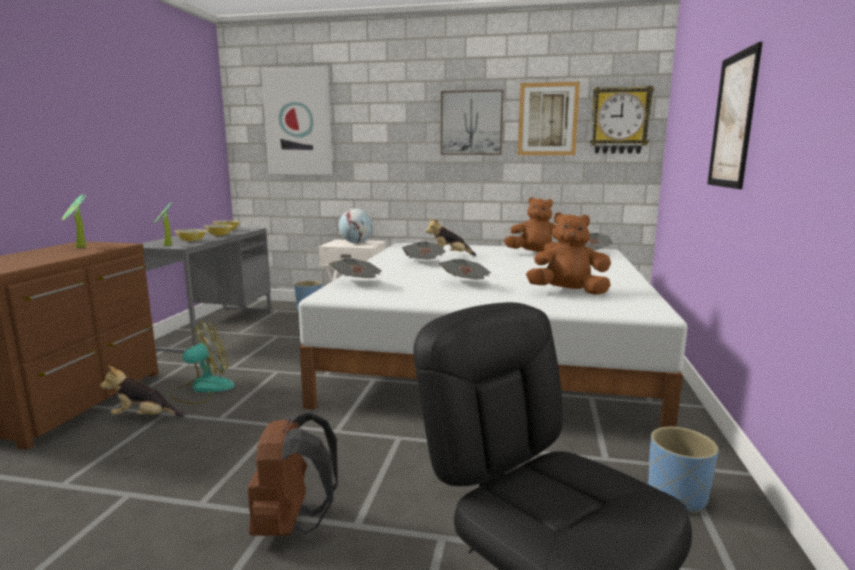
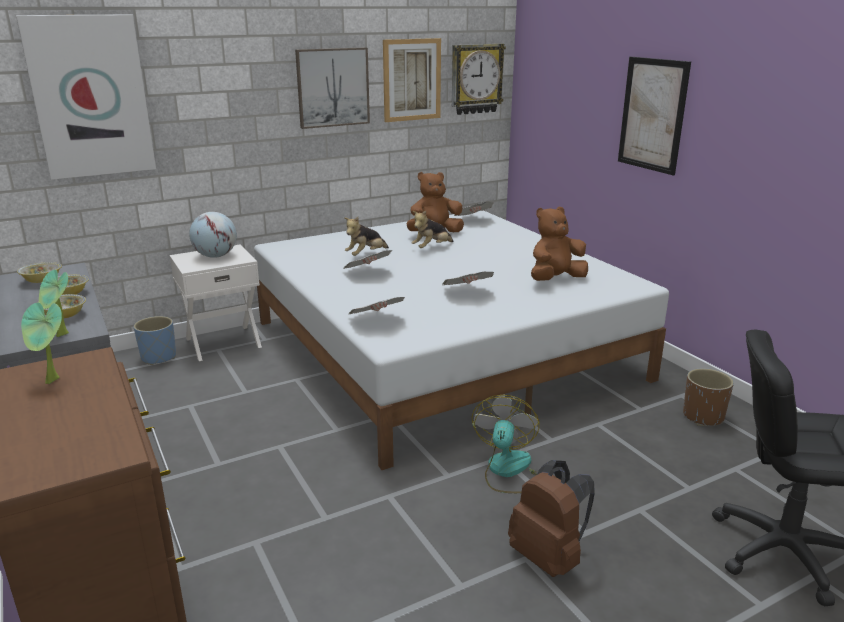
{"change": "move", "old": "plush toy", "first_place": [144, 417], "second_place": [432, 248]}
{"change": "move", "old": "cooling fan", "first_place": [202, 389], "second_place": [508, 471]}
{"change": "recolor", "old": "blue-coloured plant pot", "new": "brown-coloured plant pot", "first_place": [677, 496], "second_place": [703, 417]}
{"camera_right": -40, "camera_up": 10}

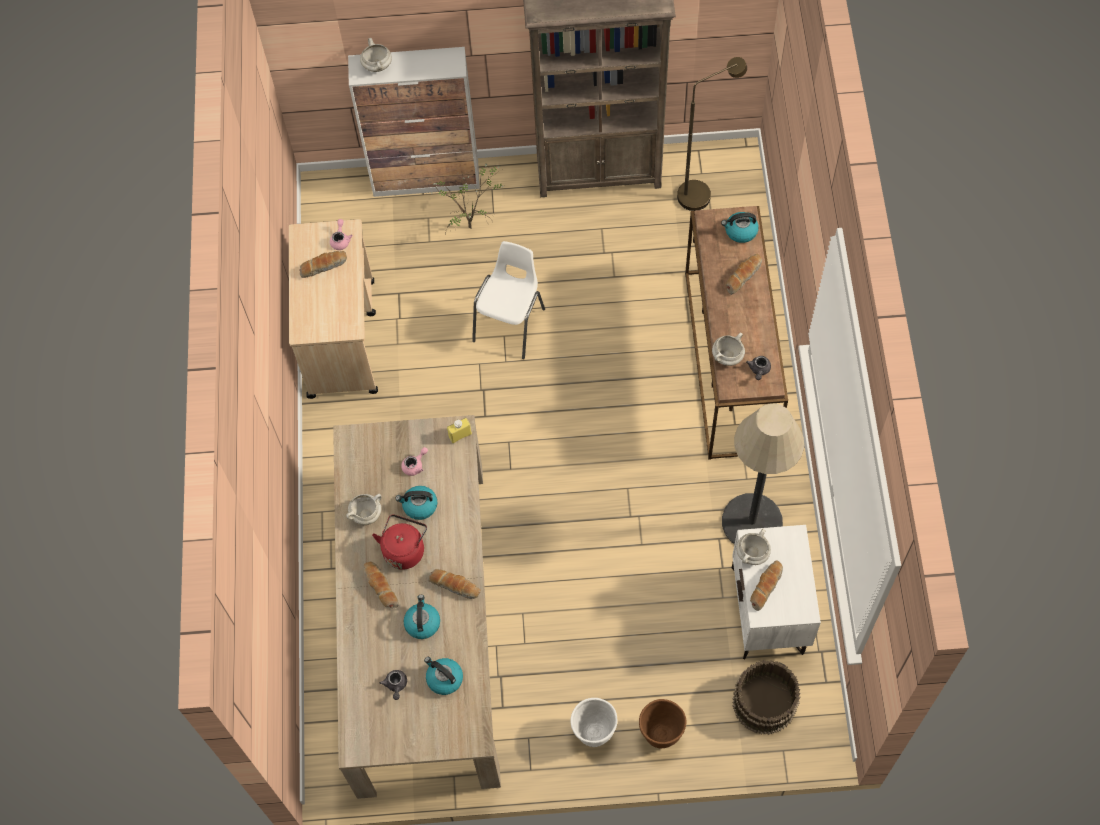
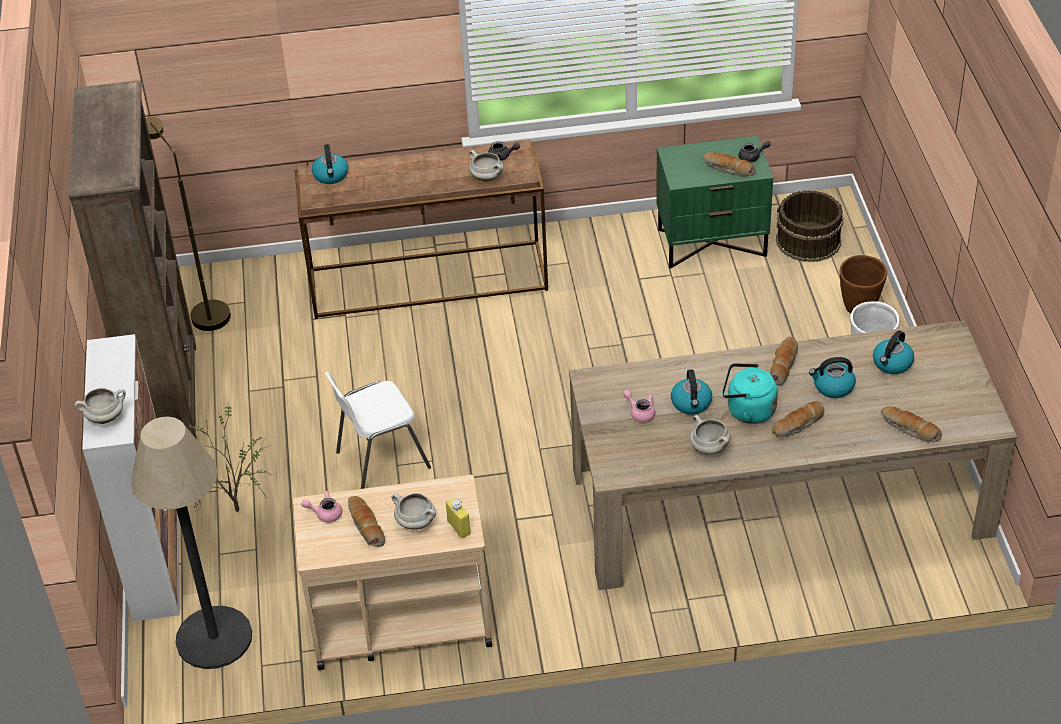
{"change": "recolor", "old": "reddish water kettle", "new": "turquoise water kettle", "first_place": [404, 549], "second_place": [747, 410]}
{"change": "move", "old": "grey teapot", "first_place": [396, 685], "second_place": [752, 157]}
{"change": "move", "old": "yellow-coloured bottle", "first_place": [460, 435], "second_place": [459, 527]}
{"change": "rotate", "old": "whitish plain chair", "first_place": [511, 324], "second_place": [380, 460], "degrees": -45}
{"change": "move", "old": "standard lamp", "first_place": [751, 522], "second_place": [214, 638]}
{"change": "move", "old": "bread", "first_place": [743, 276], "second_place": [909, 429]}
{"change": "recolor", "old": "whitish bedside table", "new": "greenish bedside table", "first_place": [768, 610], "second_place": [712, 242]}
{"change": "move", "old": "whitish saucepot", "first_place": [752, 554], "second_place": [416, 522]}
{"camera_right": -95, "camera_up": -20}

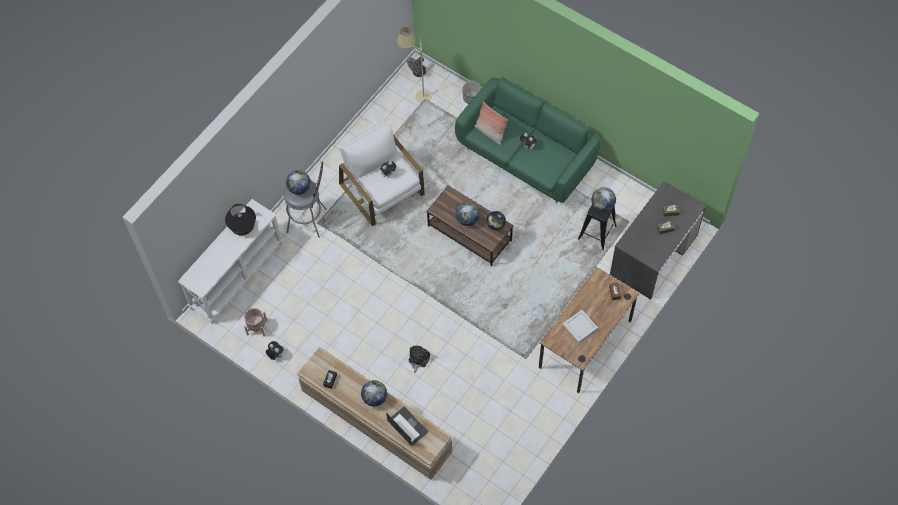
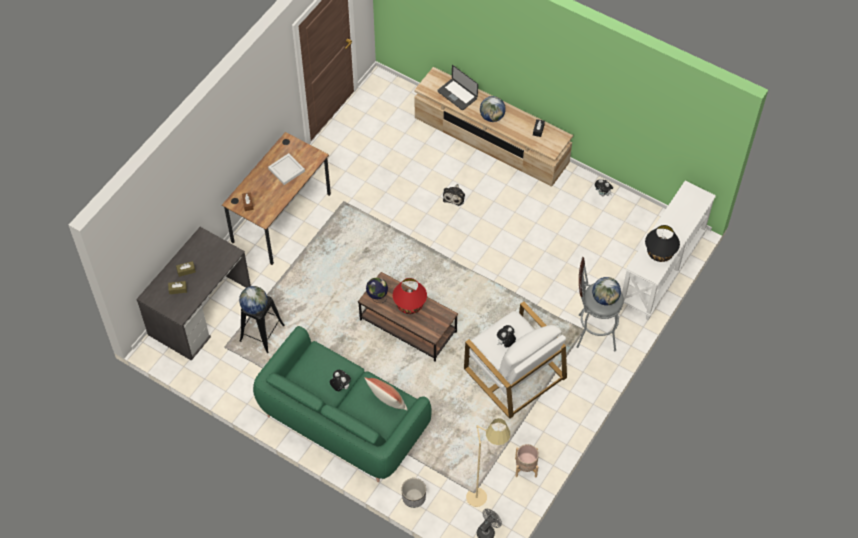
{"change": "move", "old": "beige-coloured plant pot", "first_place": [257, 327], "second_place": [526, 467]}
{"change": "replace", "old": "globe", "new": "reddish lamp for a table", "first_place": [467, 219], "second_place": [410, 305]}
{"camera_right": 175, "camera_up": -5}

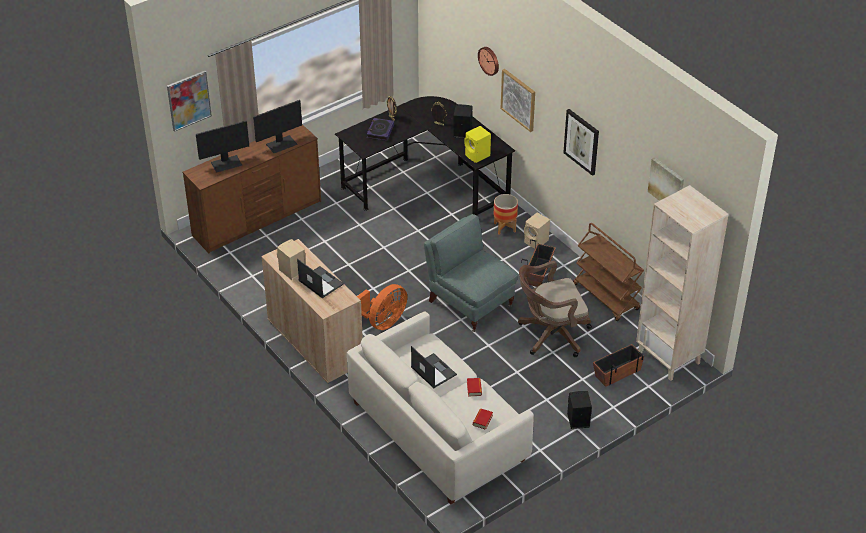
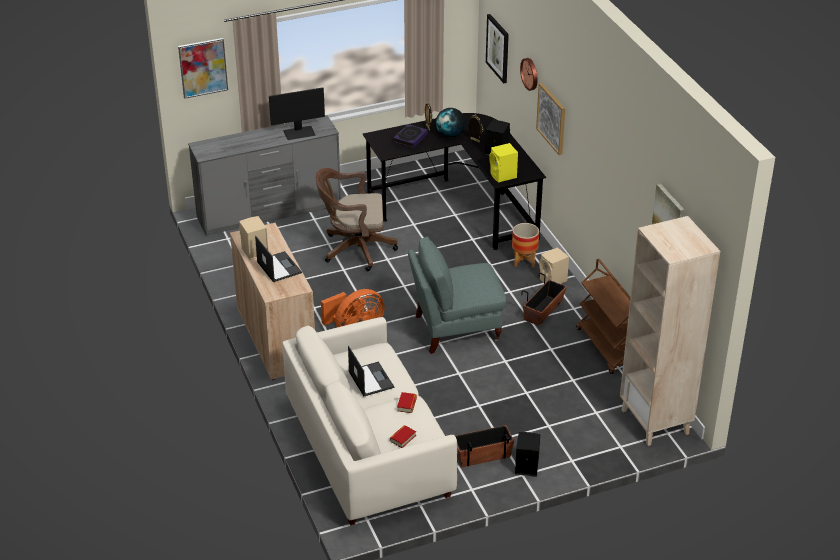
{"change": "recolor", "old": "brown-coloured drawer chest", "new": "grey drawer chest", "first_place": [258, 219], "second_place": [270, 212]}
{"change": "delete", "old": "monitor", "first_place": [226, 163]}
{"change": "rotate", "old": "grey lounge chair", "first_place": [470, 303], "second_place": [456, 329], "degrees": -75}
{"change": "move", "old": "brown-coloured desk chair", "first_place": [550, 335], "second_place": [354, 249]}
{"change": "move", "old": "wall picture", "first_place": [582, 141], "second_place": [498, 48]}
{"change": "move", "old": "plant pot", "first_place": [617, 372], "second_place": [482, 455]}
{"change": "insert", "new": "globe", "second_place": [450, 135]}
{"camera_right": 15, "camera_up": -5}

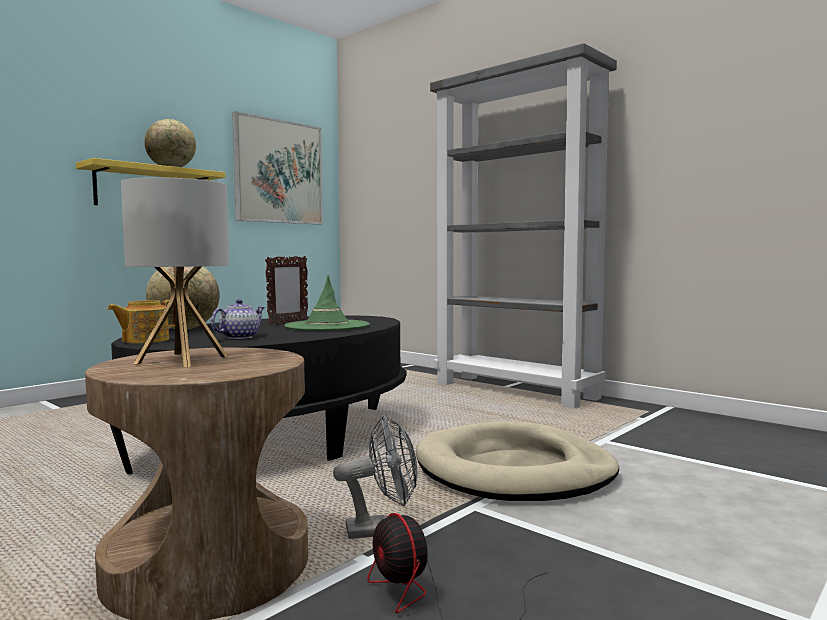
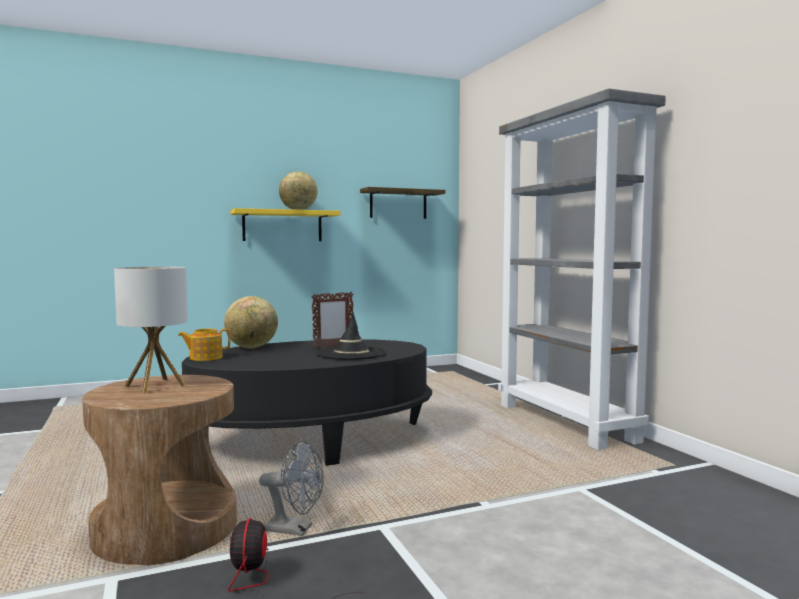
{"change": "delete", "old": "teapot", "first_place": [239, 337]}
{"change": "replace", "old": "wall picture", "new": "shelf", "first_place": [279, 172], "second_place": [398, 204]}
{"change": "recolor", "old": "greenish clothing hat", "new": "black clothing hat", "first_place": [327, 326], "second_place": [351, 353]}
{"change": "delete", "old": "beige-coloured dog cushion", "first_place": [514, 470]}
{"camera_right": 25, "camera_up": 0}

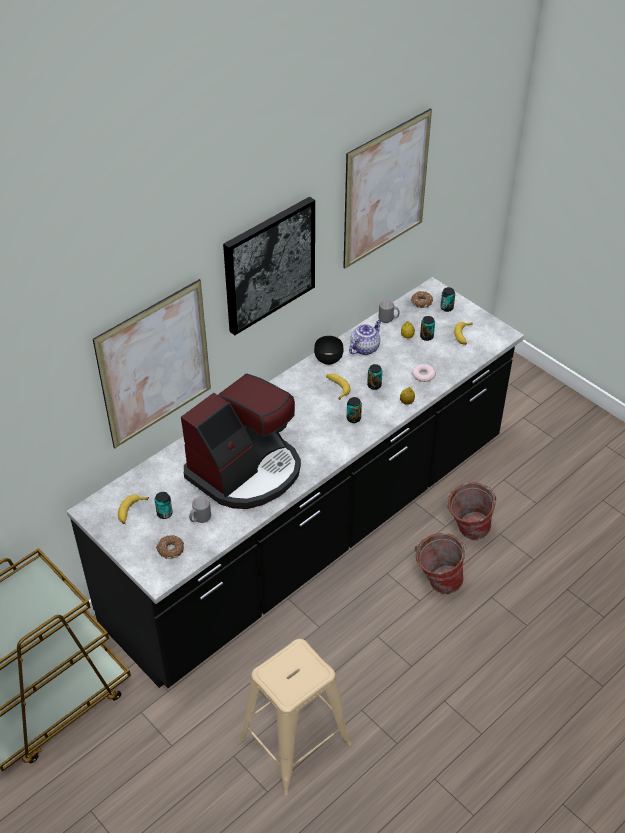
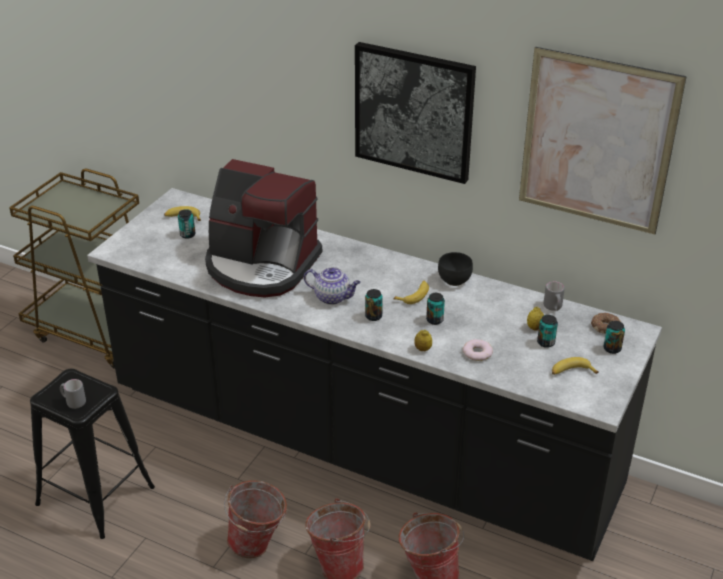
{"change": "delete", "old": "wall picture", "first_place": [155, 364]}
{"change": "delete", "old": "doughnut", "first_place": [170, 549]}
{"change": "move", "old": "grey coffee mug", "first_place": [200, 519], "second_place": [73, 402]}
{"change": "recolor", "old": "beige-coloured sitting stool", "new": "black sitting stool", "first_place": [294, 742], "second_place": [95, 495]}
{"change": "move", "old": "teapot", "first_place": [365, 347], "second_place": [333, 297]}
{"change": "insert", "new": "bucket", "second_place": [259, 545]}
{"camera_right": 70, "camera_up": -10}

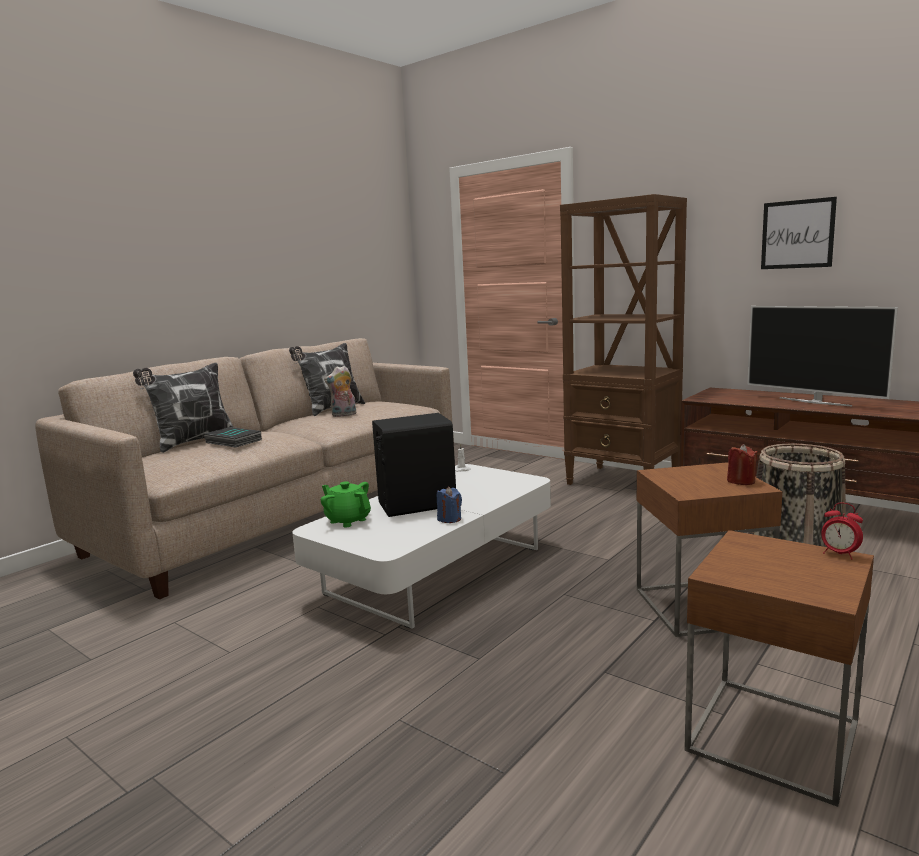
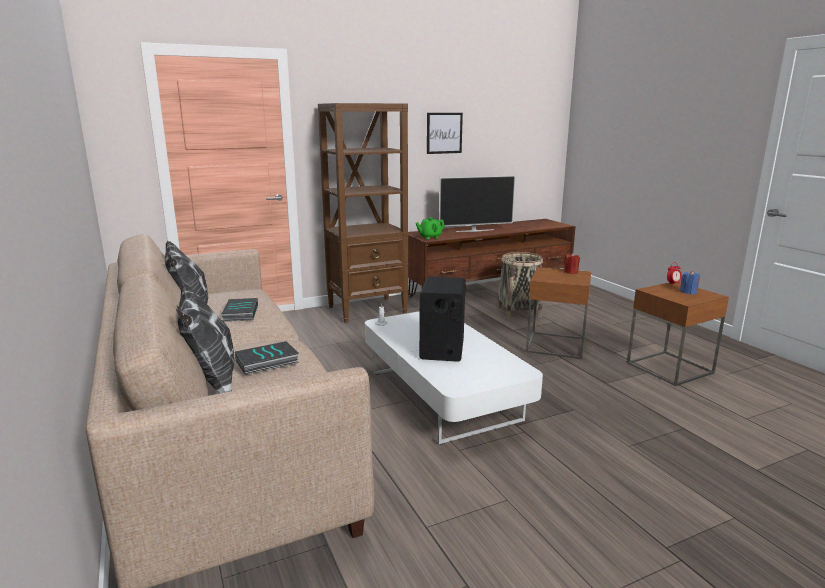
{"change": "move", "old": "greenish teapot", "first_place": [348, 520], "second_place": [429, 237]}
{"change": "replace", "old": "plush toy", "new": "bound book", "first_place": [343, 415], "second_place": [240, 313]}
{"change": "move", "old": "blue-coloured wax light", "first_place": [449, 519], "second_place": [688, 292]}
{"camera_right": -65, "camera_up": 5}

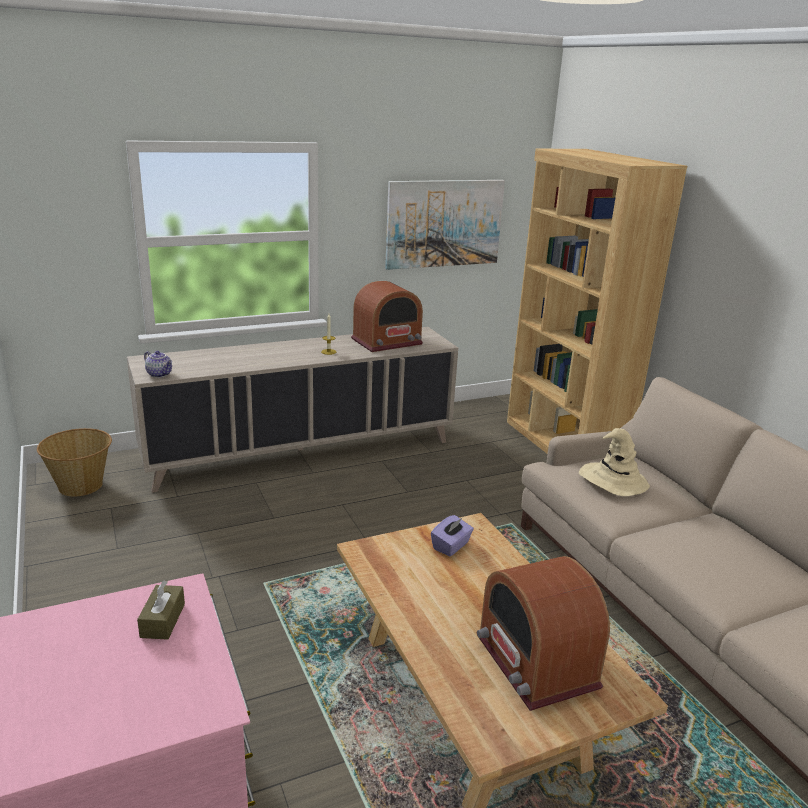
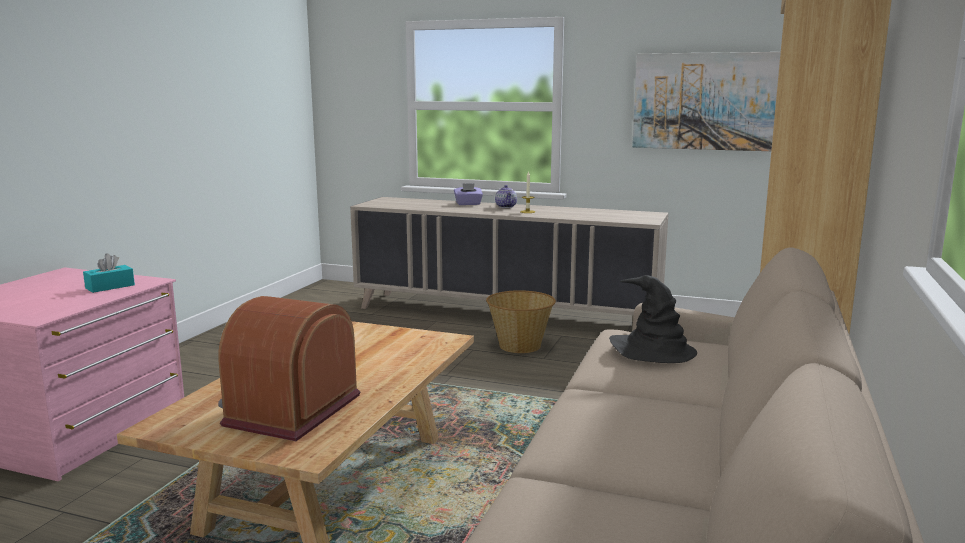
{"change": "move", "old": "basket", "first_place": [81, 486], "second_place": [520, 346]}
{"change": "recolor", "old": "brown-coloured box of tissues", "new": "turquoise box of tissues", "first_place": [163, 620], "second_place": [110, 287]}
{"change": "move", "old": "teapot", "first_place": [160, 374], "second_place": [506, 206]}
{"change": "delete", "old": "radio receiver", "first_place": [387, 341]}
{"change": "move", "old": "purple-coloured box of tissues", "first_place": [451, 546], "second_place": [468, 204]}
{"change": "recolor", "old": "beige-coloured clothing hat", "new": "black clothing hat", "first_place": [612, 481], "second_place": [652, 350]}
{"camera_right": 45, "camera_up": -10}

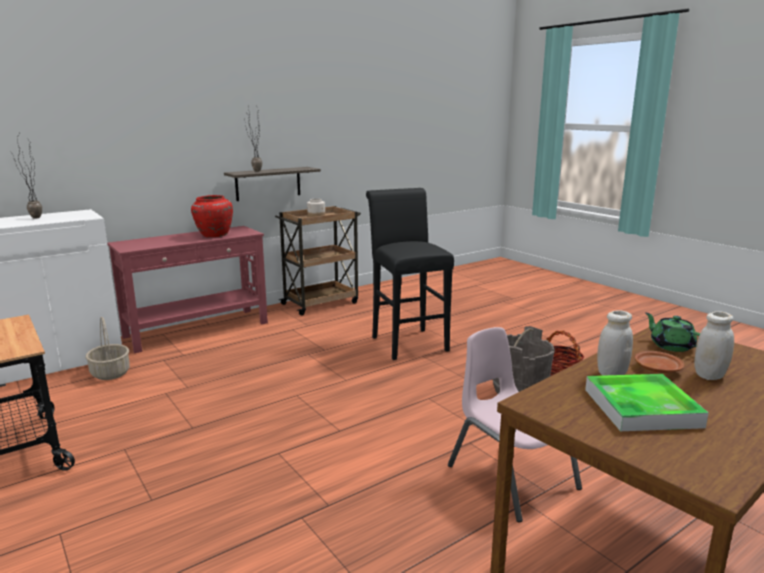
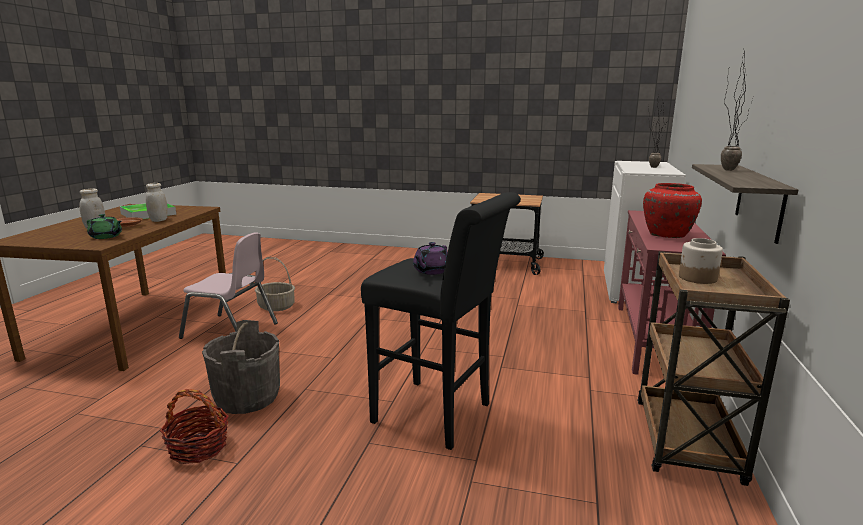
{"change": "move", "old": "basket", "first_place": [110, 373], "second_place": [277, 306]}
{"change": "insert", "new": "purple-coloured teapot", "second_place": [431, 271]}
{"camera_right": 140, "camera_up": 0}

